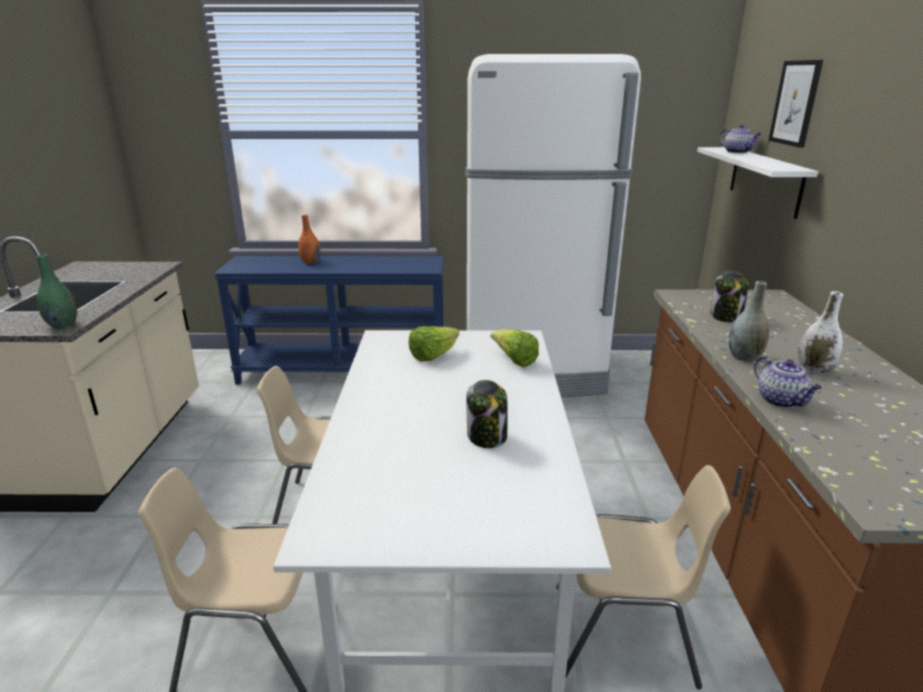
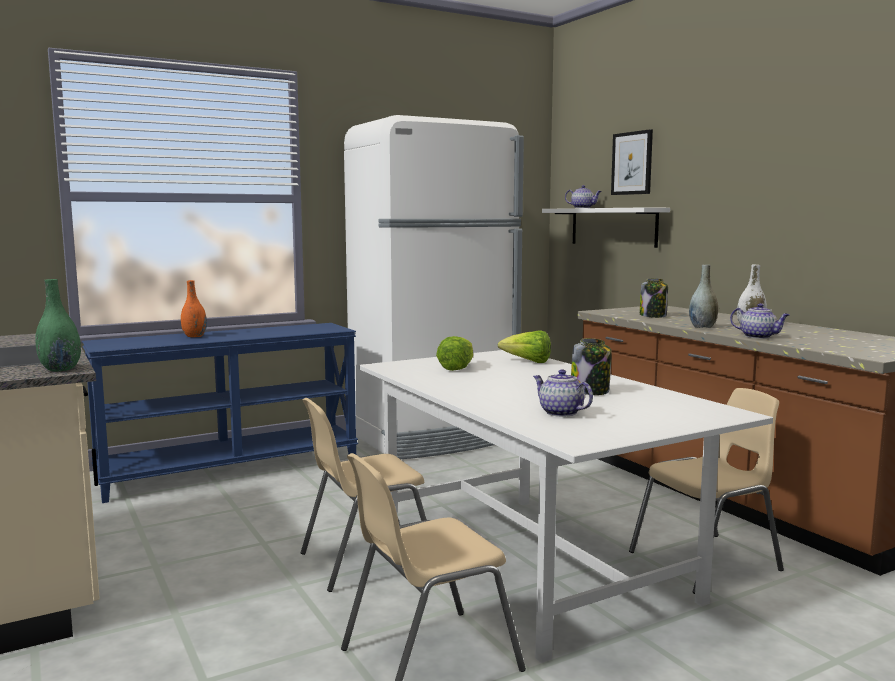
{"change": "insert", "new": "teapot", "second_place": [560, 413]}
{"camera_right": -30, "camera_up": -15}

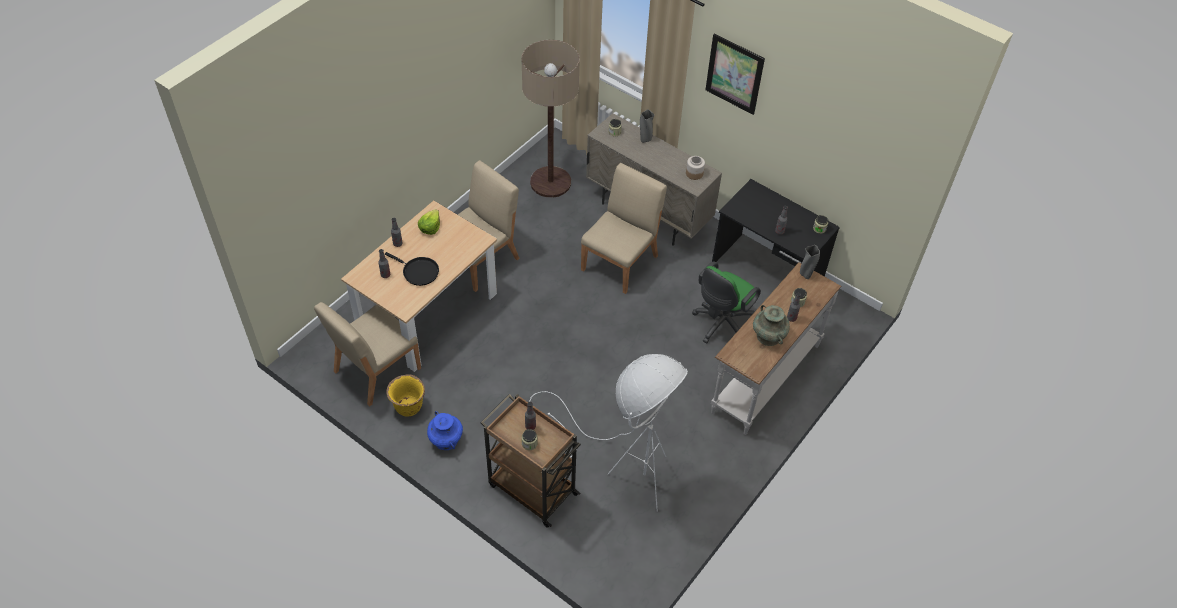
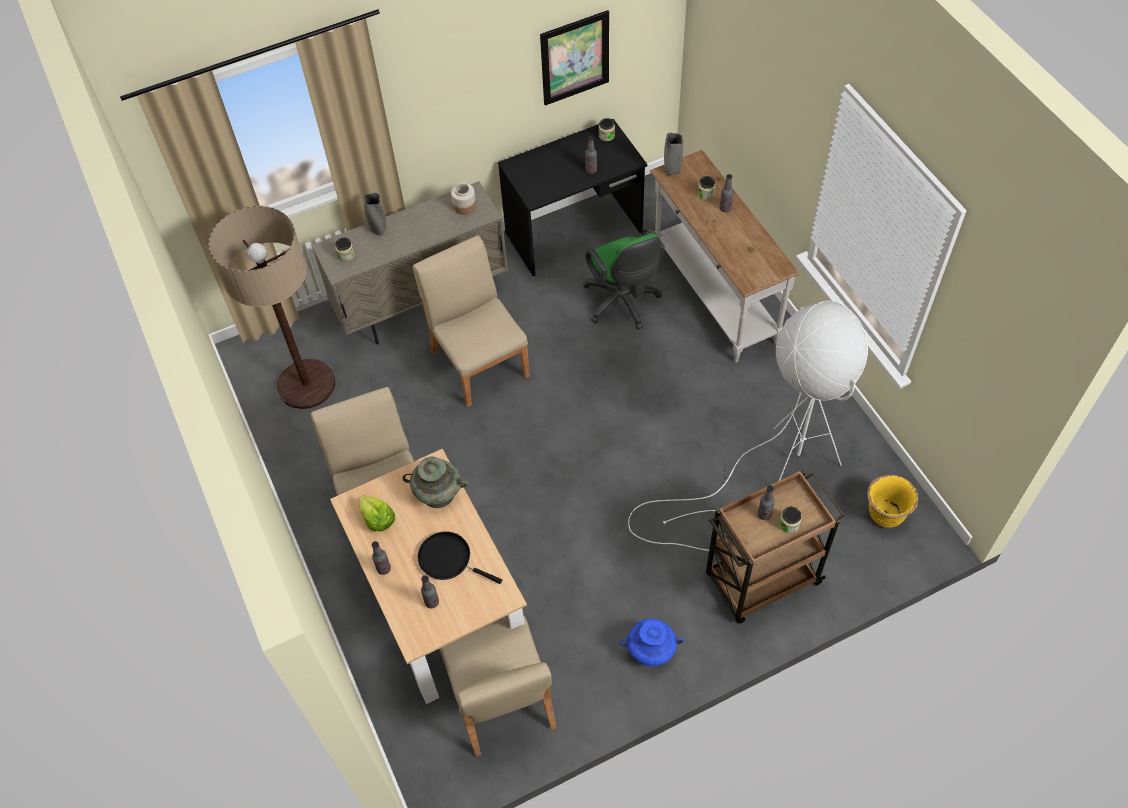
{"change": "rotate", "old": "black skillet", "first_place": [418, 272], "second_place": [448, 559], "degrees": -120}
{"change": "move", "old": "yellow-coloured plant pot", "first_place": [408, 407], "second_place": [885, 515]}
{"change": "move", "old": "wall picture", "first_place": [734, 74], "second_place": [575, 58]}
{"change": "move", "old": "turquoise flower vase", "first_place": [768, 336], "second_place": [438, 493]}
{"camera_right": -60, "camera_up": 5}

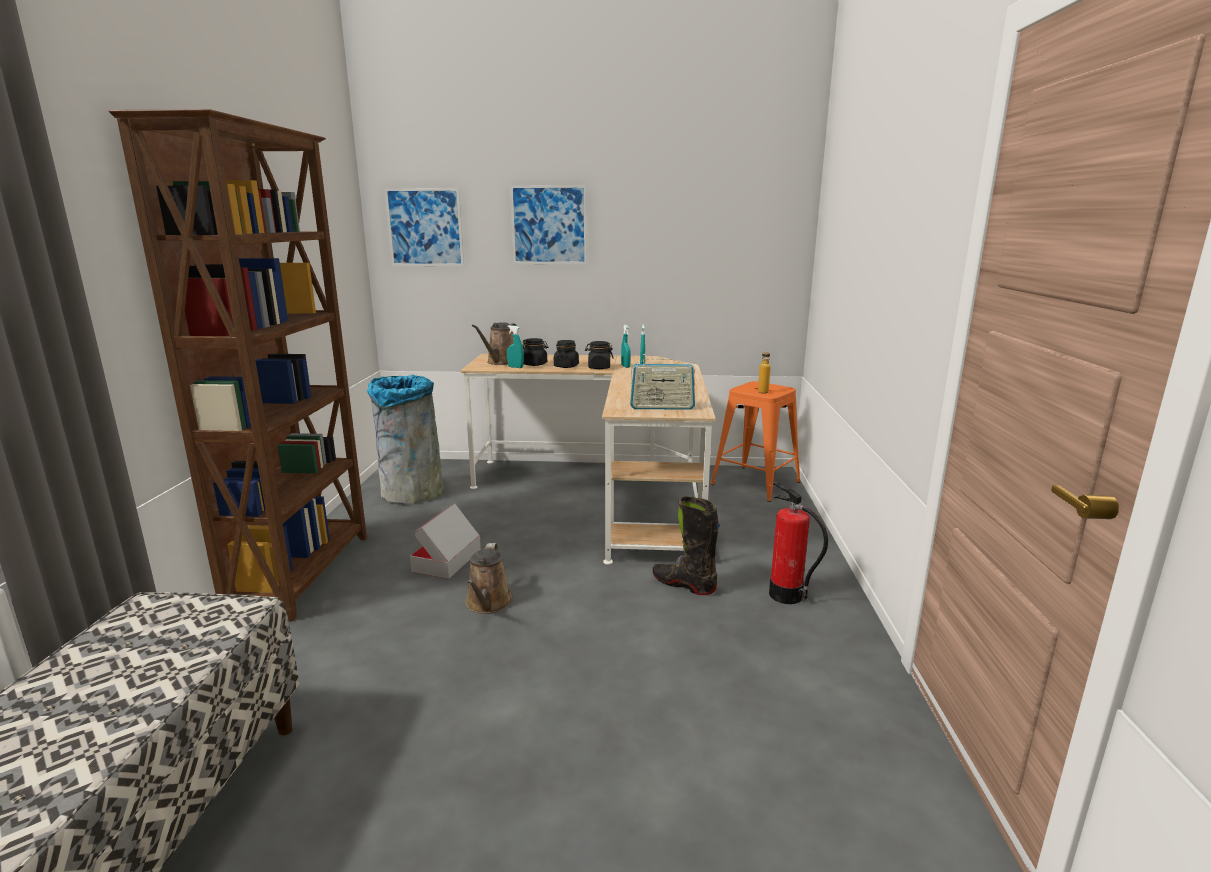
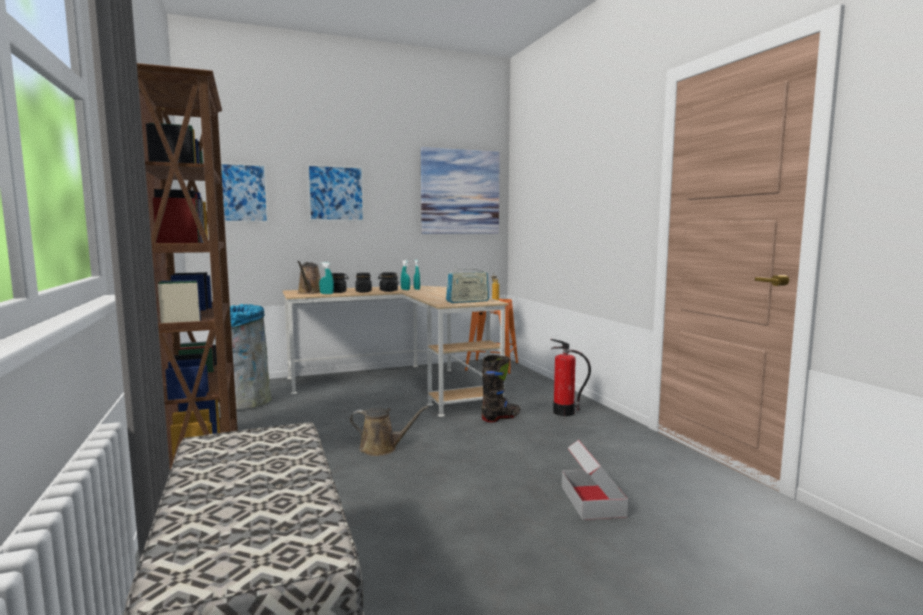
{"change": "move", "old": "packing box", "first_place": [447, 560], "second_place": [592, 501]}
{"change": "rotate", "old": "brown-coloured sprinkling can", "first_place": [488, 603], "second_place": [382, 448], "degrees": -60}
{"change": "rotate", "old": "black high-top boot", "first_place": [684, 584], "second_place": [501, 417], "degrees": 135}
{"change": "insert", "new": "wall picture", "second_place": [460, 192]}
{"camera_right": -25, "camera_up": -10}

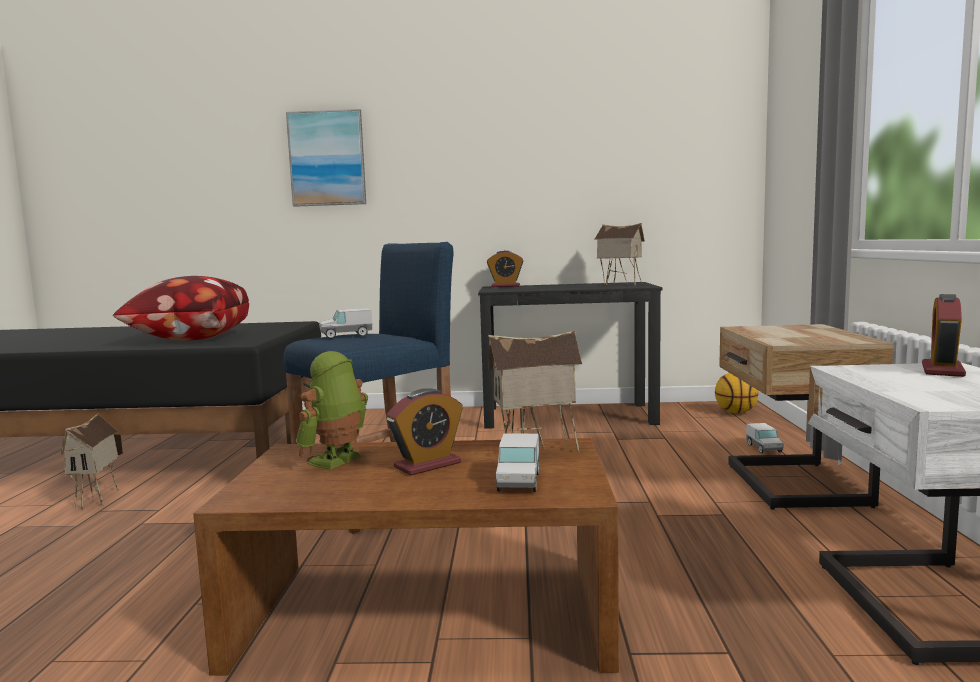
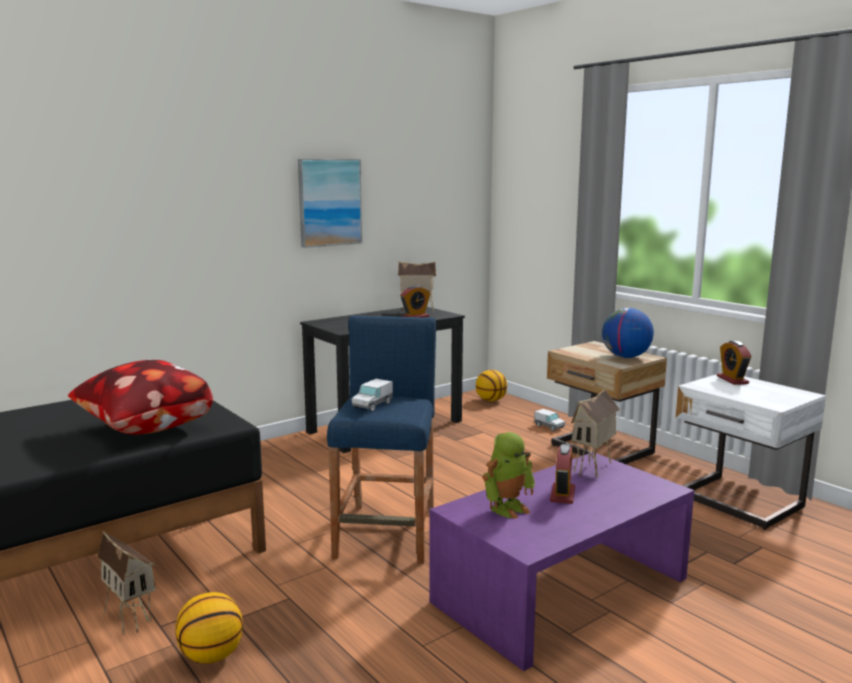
{"change": "recolor", "old": "brown-coloured low table", "new": "purple-coloured low table", "first_place": [426, 611], "second_place": [560, 589]}
{"change": "move", "old": "wall picture", "first_place": [327, 158], "second_place": [329, 202]}
{"change": "rotate", "old": "model robot", "first_place": [337, 461], "second_place": [508, 508], "degrees": -120}
{"change": "move", "old": "alarm clock", "first_place": [505, 286], "second_place": [415, 317]}
{"change": "delete", "old": "model truck", "first_place": [519, 481]}
{"change": "insert", "new": "ball for basketball", "second_place": [211, 655]}
{"change": "insert", "new": "globe", "second_place": [625, 357]}
{"camera_right": -40, "camera_up": 5}

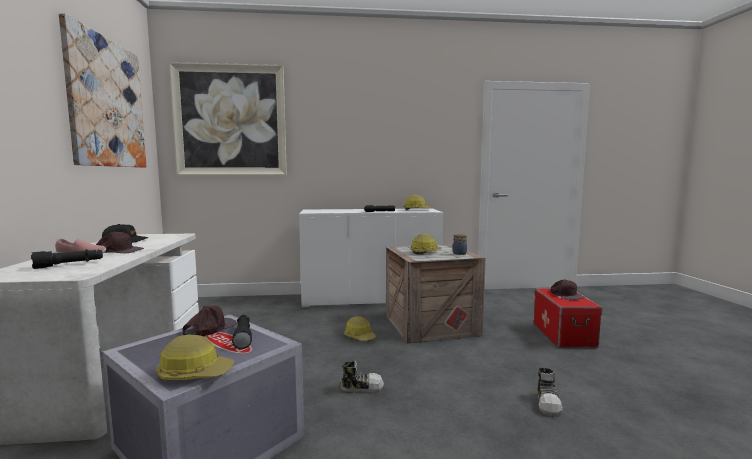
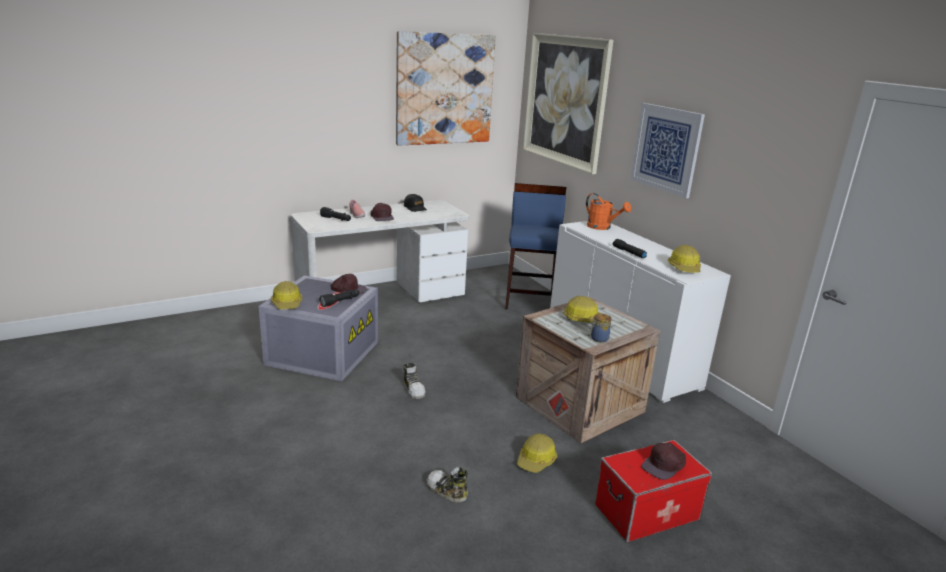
{"change": "move", "old": "work helmet", "first_place": [360, 336], "second_place": [536, 460]}
{"change": "rotate", "old": "shoe", "first_place": [548, 403], "second_place": [446, 491], "degrees": 45}
{"change": "insert", "new": "blue-coloured sitting stool", "second_place": [530, 300]}
{"change": "insert", "new": "orange-coloured sprinkling can", "second_place": [602, 227]}
{"change": "insert", "new": "wall picture", "second_place": [666, 149]}
{"camera_right": 65, "camera_up": 15}

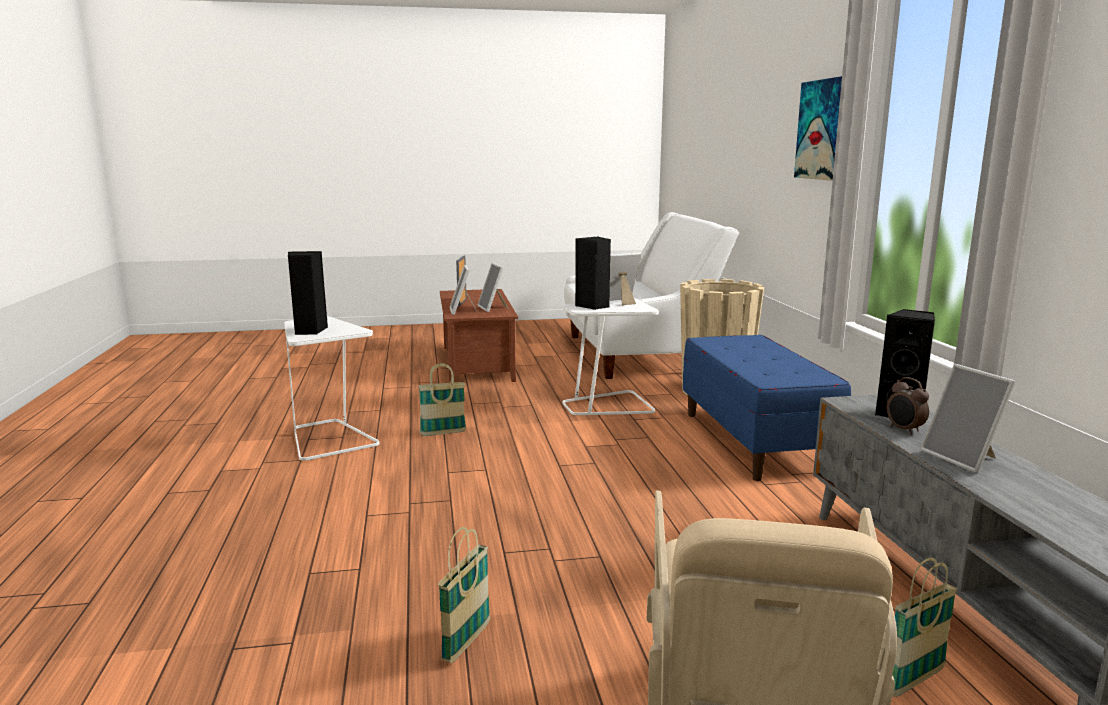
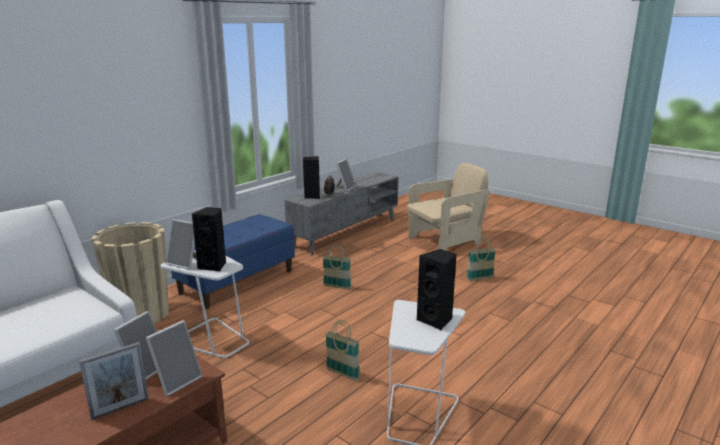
{"change": "delete", "old": "wall picture", "first_place": [823, 130]}
{"change": "move", "old": "basket", "first_place": [914, 680], "second_place": [337, 287]}
{"camera_right": -130, "camera_up": 5}

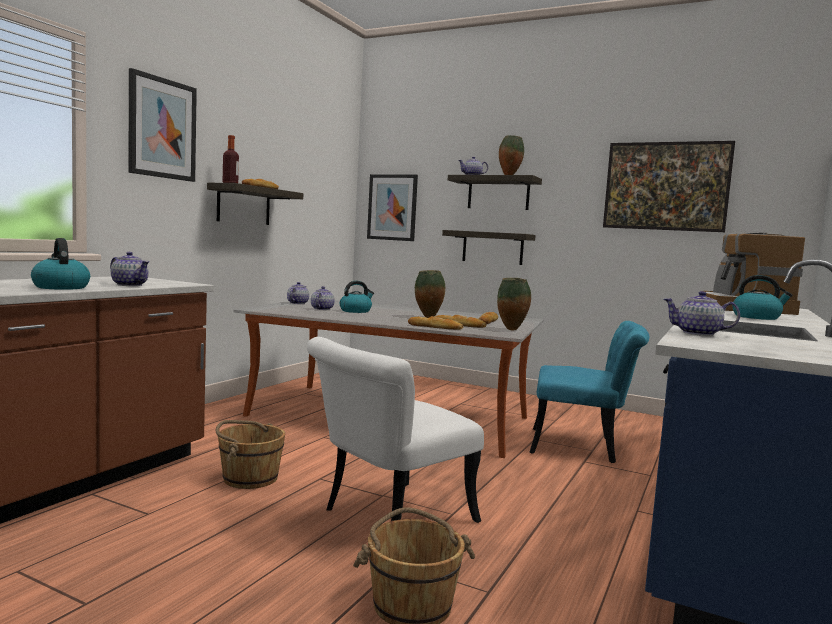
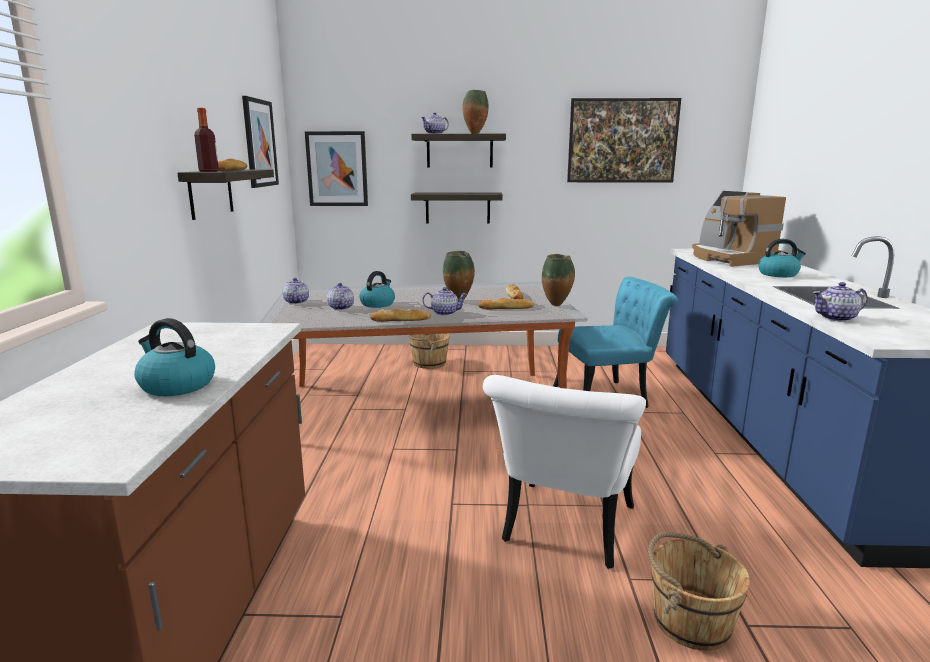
{"change": "move", "old": "teapot", "first_place": [129, 285], "second_place": [444, 313]}
{"change": "move", "old": "wall picture", "first_place": [162, 128], "second_place": [259, 143]}
{"change": "move", "old": "brown-coloured bucket", "first_place": [249, 478], "second_place": [428, 363]}
{"change": "move", "old": "bread", "first_place": [435, 327], "second_place": [400, 320]}
{"camera_right": -25, "camera_up": 10}

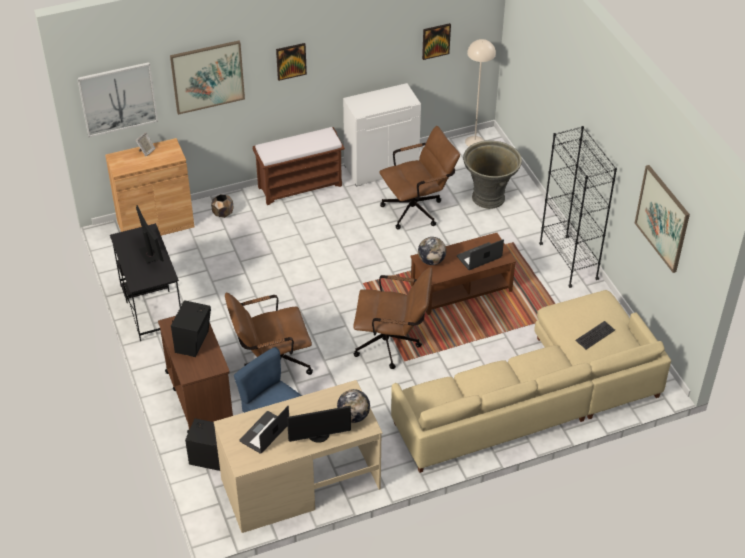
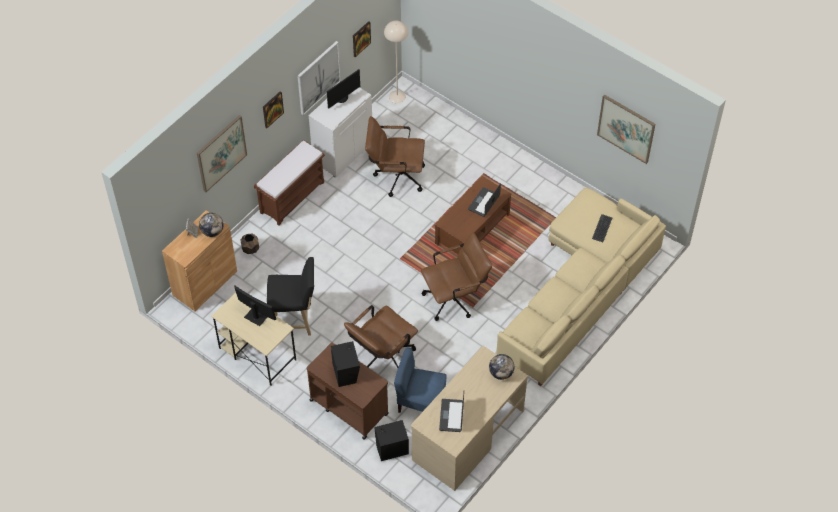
{"change": "move", "old": "wall picture", "first_place": [118, 99], "second_place": [318, 77]}
{"change": "recolor", "old": "black desk table", "new": "beige-coloured desk table", "first_place": [151, 306], "second_place": [257, 353]}
{"change": "move", "old": "monitor", "first_place": [319, 436], "second_place": [342, 98]}
{"change": "rotate", "old": "brown-coloured desk chair", "first_place": [417, 209], "second_place": [395, 176], "degrees": -120}
{"change": "move", "old": "globe", "first_place": [431, 261], "second_place": [212, 231]}
{"change": "delete", "old": "grey plant pot", "first_place": [489, 197]}
{"change": "delete", "old": "black bookcase", "first_place": [568, 261]}
{"change": "insert", "new": "black sitting stool", "second_place": [294, 320]}
{"camera_right": -30, "camera_up": 10}

